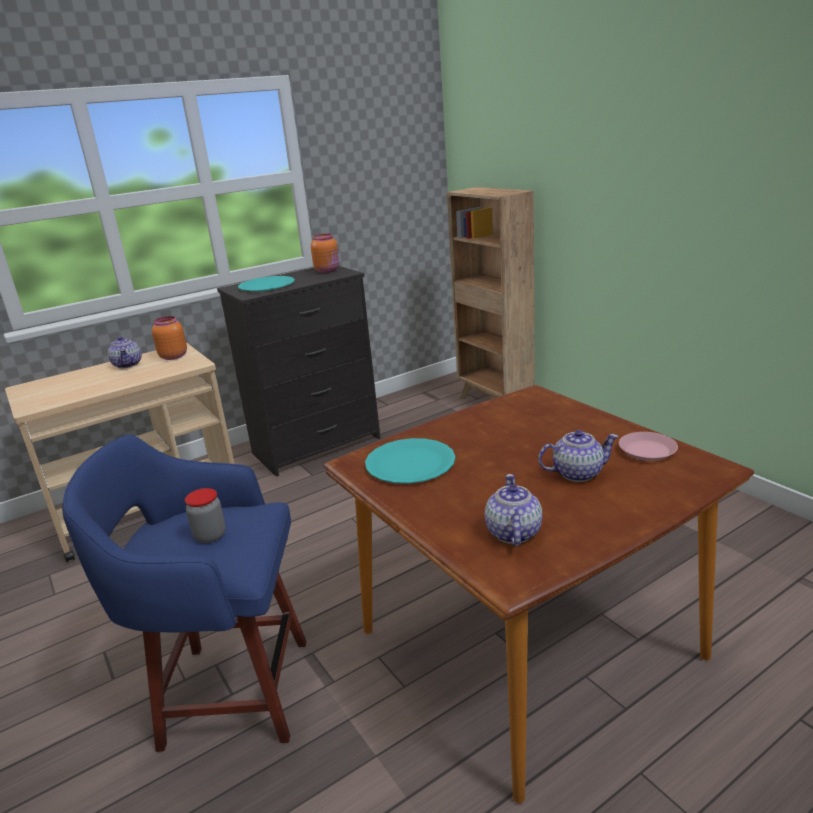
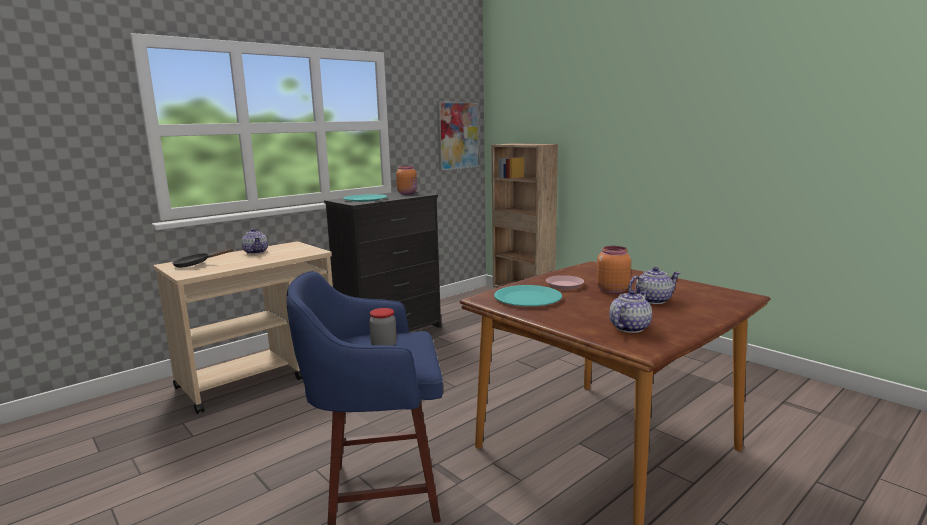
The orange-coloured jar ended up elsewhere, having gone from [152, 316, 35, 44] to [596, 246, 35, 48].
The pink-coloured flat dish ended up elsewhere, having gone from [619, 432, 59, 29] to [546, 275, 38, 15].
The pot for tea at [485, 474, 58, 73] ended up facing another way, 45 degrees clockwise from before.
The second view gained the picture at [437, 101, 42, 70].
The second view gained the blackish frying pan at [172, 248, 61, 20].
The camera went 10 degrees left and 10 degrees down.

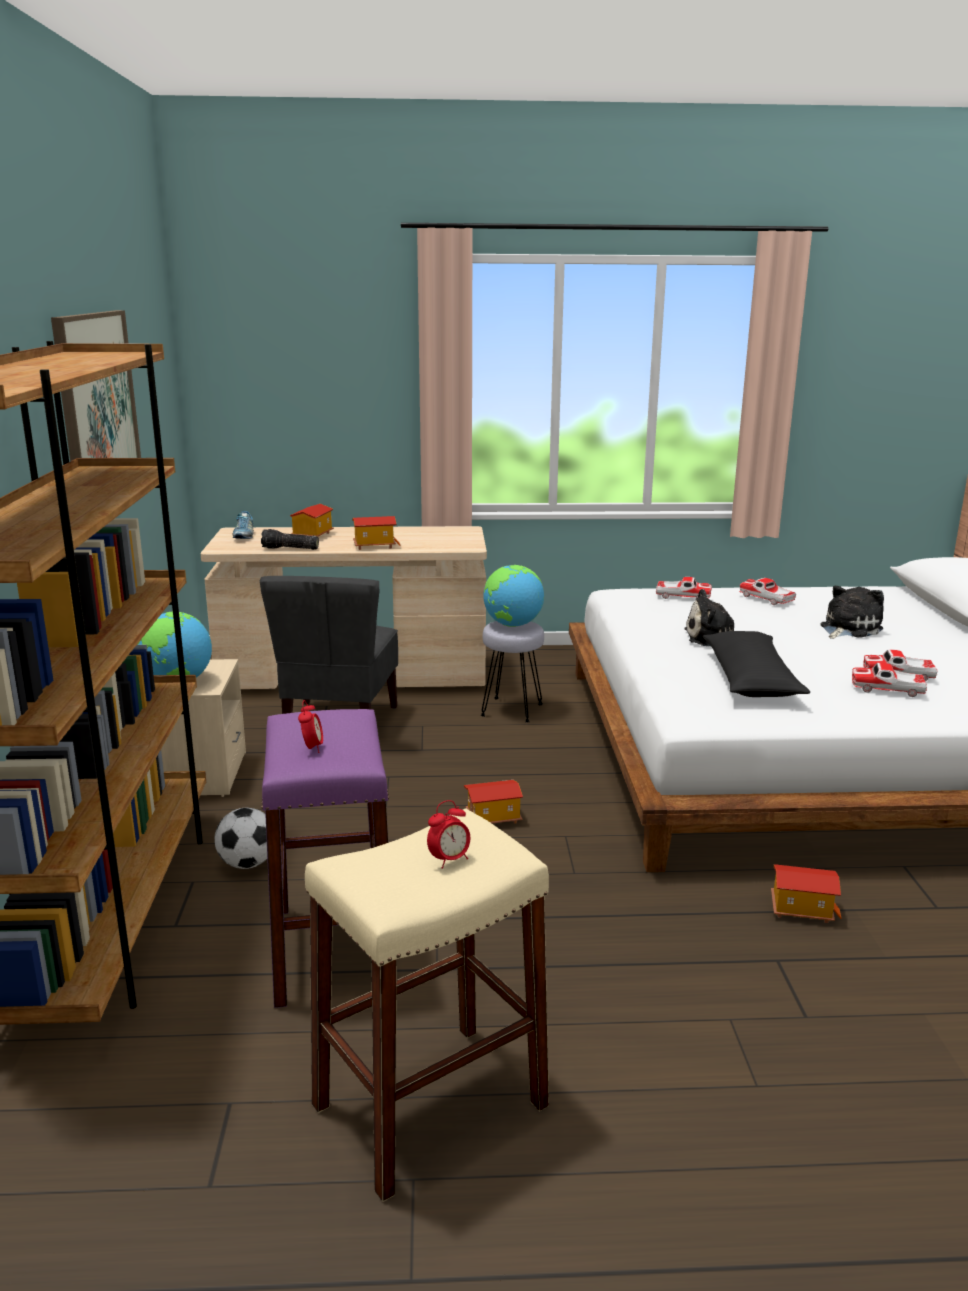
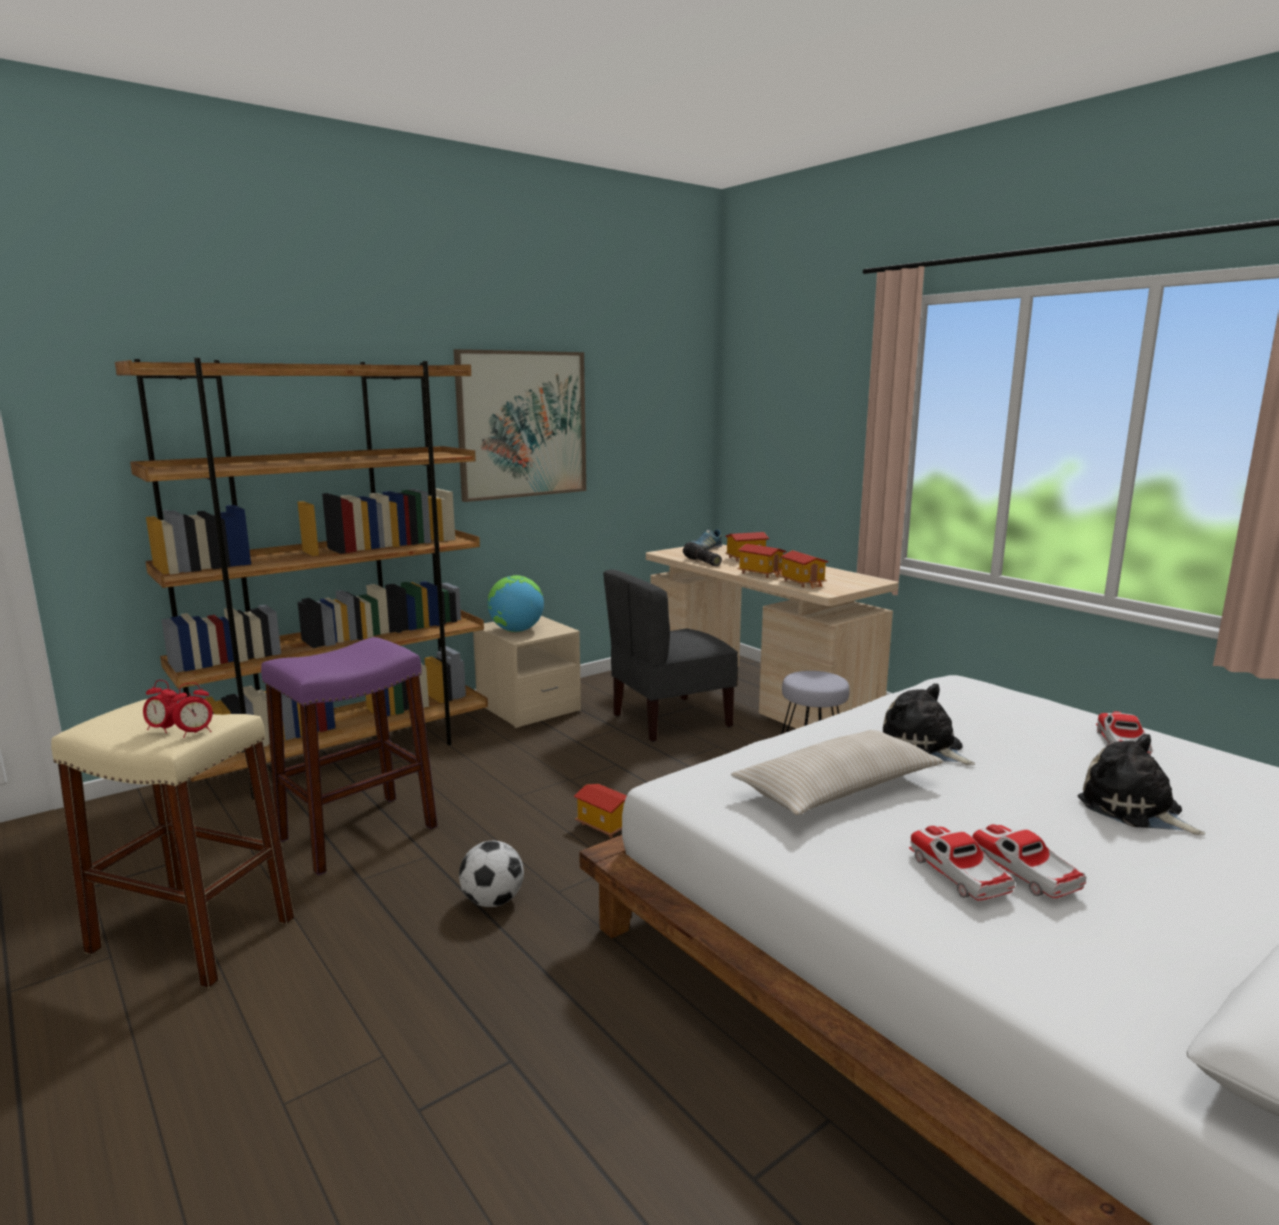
The second view lost the world globe at [483, 565, 61, 62].
The second view lost the miniature car at [656, 577, 56, 22].
The soft toy at [820, 586, 64, 53] ended up facing another way, 135 degrees counterclockwise from before.
What was the blackish cushion at [703, 631, 107, 66] turned into the beige cushion at [731, 730, 212, 85].
The table clock ended up elsewhere, having gone from [298, 700, 25, 53] to [172, 682, 41, 56].
The football ball ended up elsewhere, having gone from [214, 808, 53, 61] to [459, 841, 65, 66].
The model house ended up elsewhere, having gone from [771, 864, 71, 59] to [779, 550, 50, 38].
The camera went 55 degrees right and 5 degrees down.

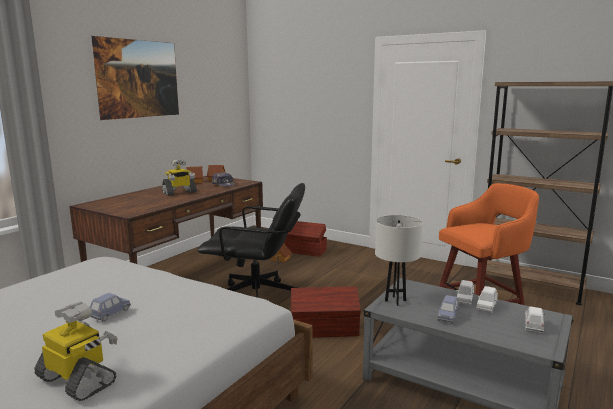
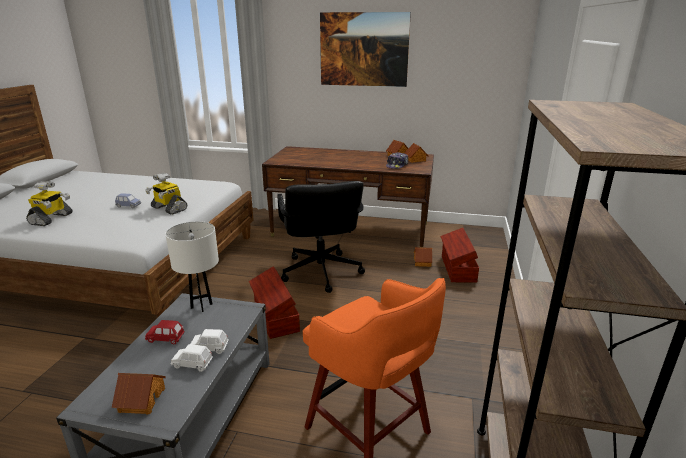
The robot figure ended up elsewhere, having gone from [162, 159, 35, 37] to [145, 173, 43, 42].
What was the blue miniature car at [437, 295, 22, 29] turned into the reddish miniature car at [145, 320, 40, 24].
Where the whitish miniature car stood at [524, 306, 21, 28], the model house came to stand at [112, 373, 54, 42].
The camera went 70 degrees right and 10 degrees up.

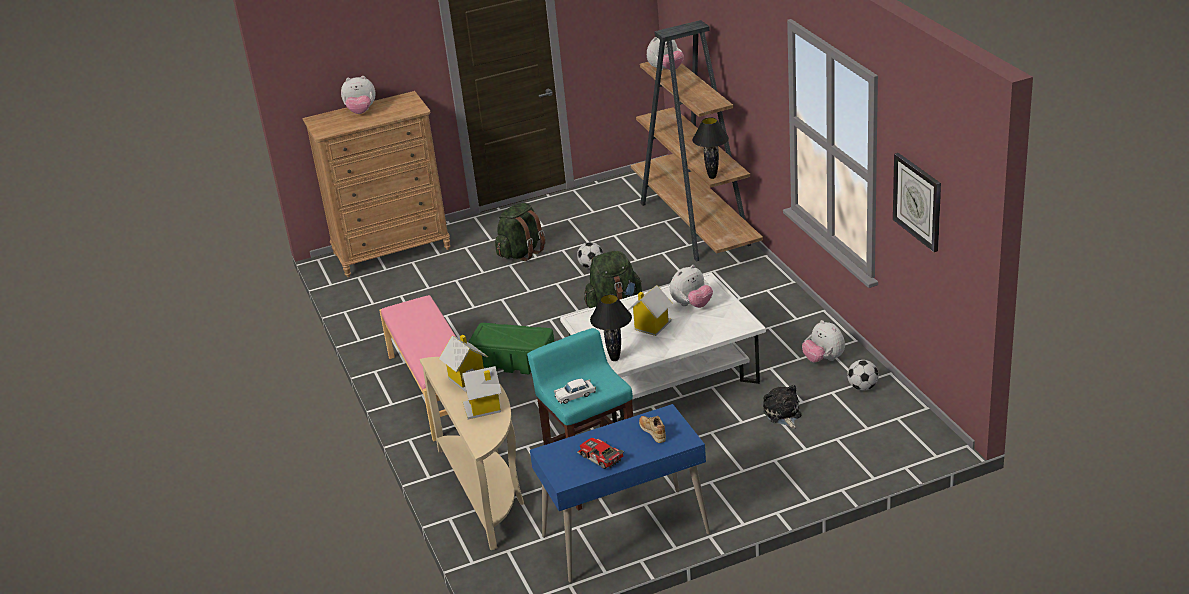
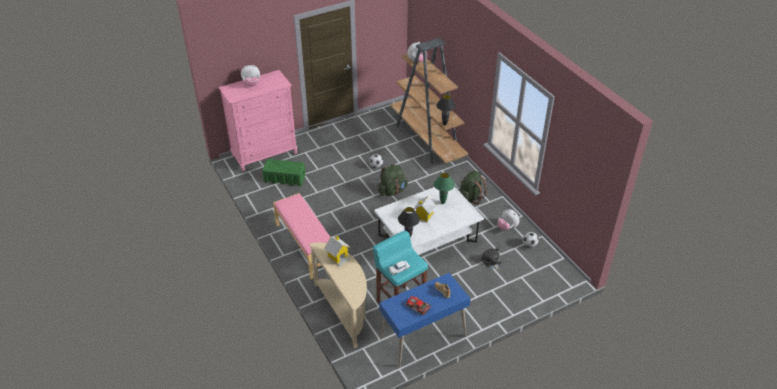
What was the brownish dresser at [303, 91, 147, 186] turned into the pink-coloured dresser at [219, 70, 78, 101].
The second view lost the wall clock at [893, 153, 48, 99].
The green backpack ended up elsewhere, having gone from [495, 203, 50, 58] to [460, 171, 27, 33].
Where the soft toy stood at [670, 265, 43, 43], the green lamp for a table came to stand at [434, 173, 21, 31].
The green storage bin ended up elsewhere, having gone from [468, 323, 86, 51] to [262, 159, 44, 27].
The second view lost the model house at [462, 366, 40, 53].
The camera went 10 degrees left and 10 degrees up.

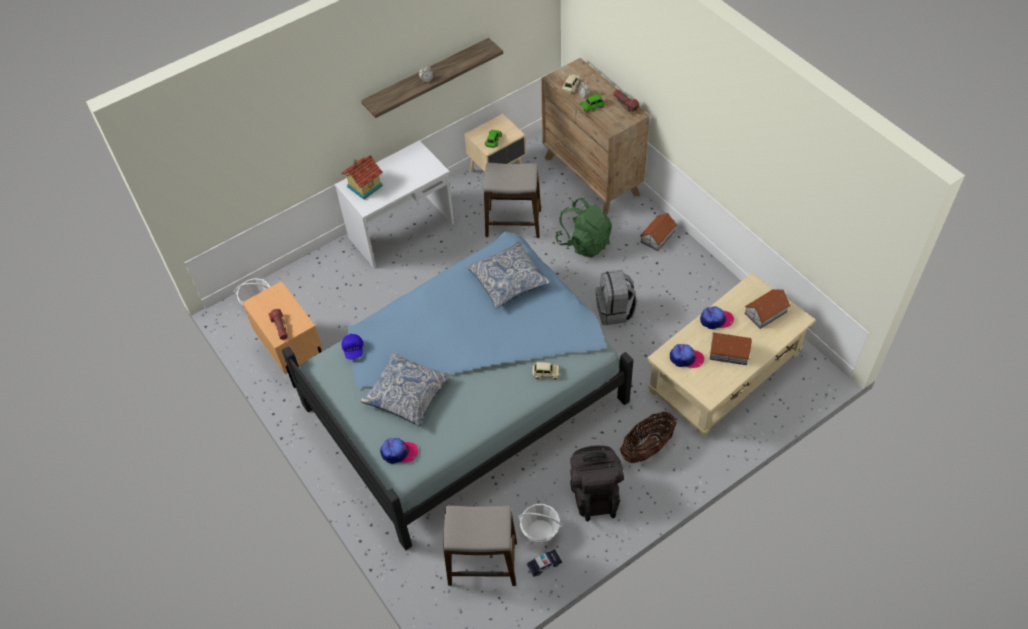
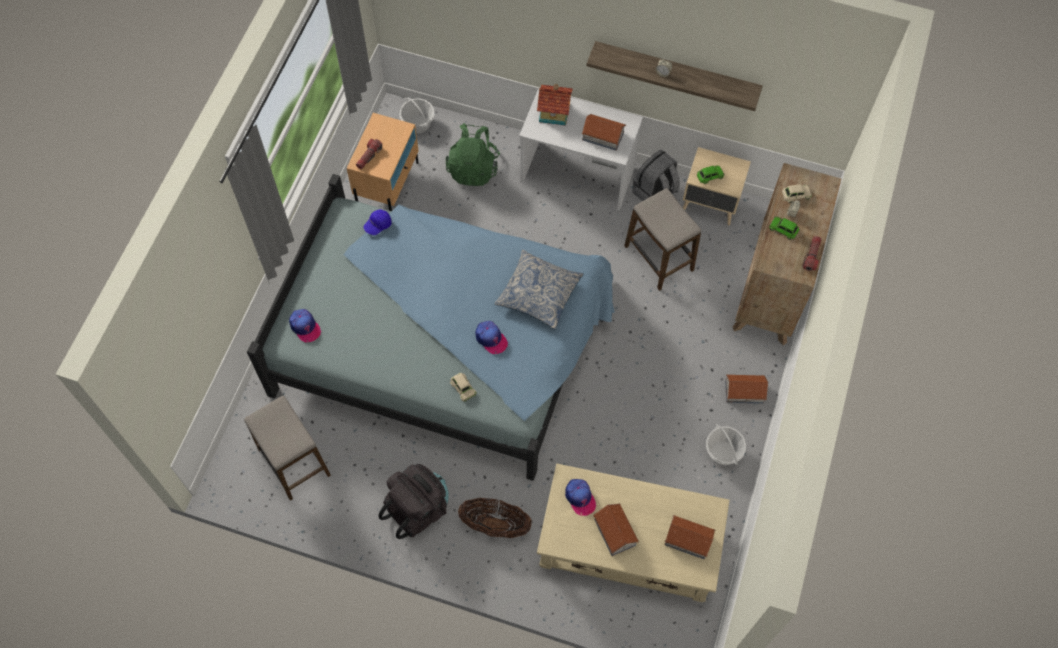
The green backpack ended up elsewhere, having gone from [555, 198, 57, 60] to [446, 123, 54, 63].
The greyish backpack ended up elsewhere, having gone from [596, 270, 41, 55] to [633, 149, 47, 52].
The peaked cap ended up elsewhere, having gone from [700, 306, 34, 23] to [475, 321, 33, 33].
The second view lost the cushion at [360, 352, 92, 74].
The basket ended up elsewhere, having gone from [517, 504, 46, 40] to [706, 424, 40, 41].
The second view lost the miniature car at [527, 549, 35, 28].
The second view gained the model house at [582, 114, 44, 37].
The camera went 50 degrees right and 10 degrees up.

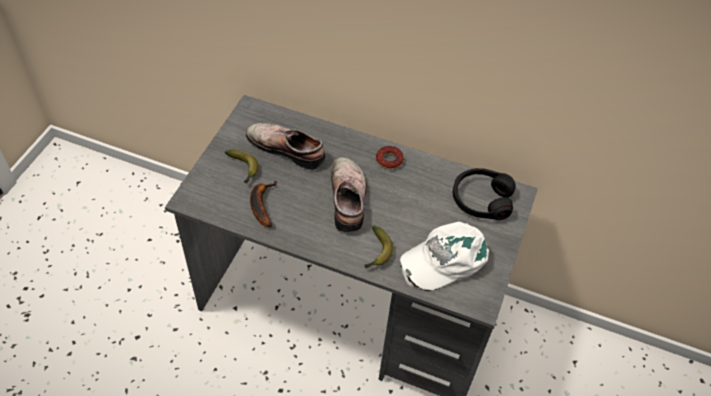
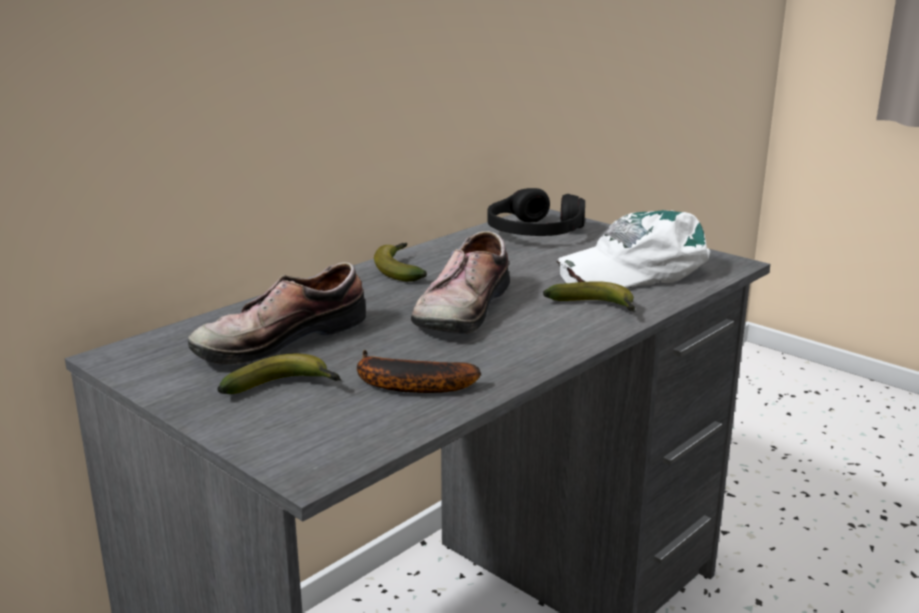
Where the donut stood at [376, 146, 28, 23], the banana came to stand at [374, 243, 53, 39].
The item of footwear at [331, 157, 35, 75] ended up facing another way, 90 degrees counterclockwise from before.
The whitish peaked cap at [400, 222, 89, 69] ended up facing another way, 75 degrees clockwise from before.
The camera went 65 degrees left and 30 degrees down.

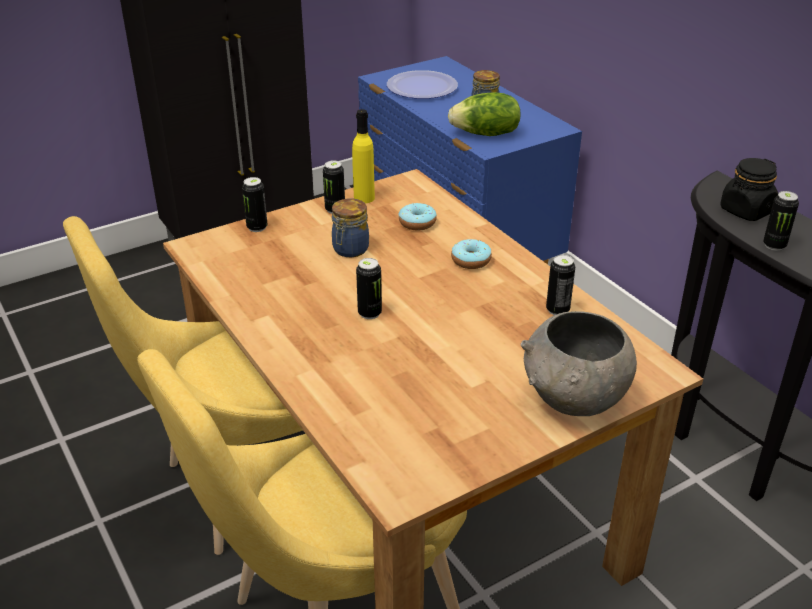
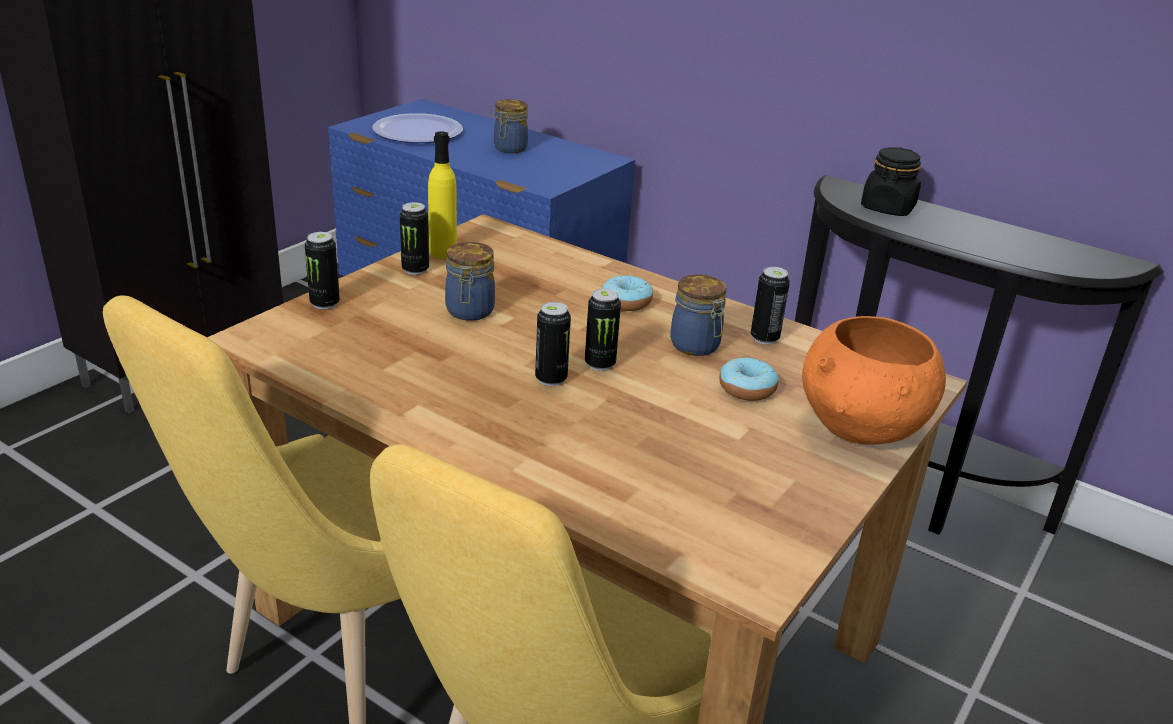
The second view lost the lettuce at [448, 92, 72, 44].
The metal can ended up elsewhere, having gone from [763, 191, 36, 60] to [585, 289, 36, 82].
The donut ended up elsewhere, having gone from [398, 203, 39, 27] to [719, 357, 59, 44].
What was the greyish serving bowl at [520, 311, 117, 105] turned into the orange-coloured serving bowl at [802, 316, 144, 129].
The second view gained the jar at [670, 274, 57, 82].
The camera went 25 degrees left and 5 degrees down.

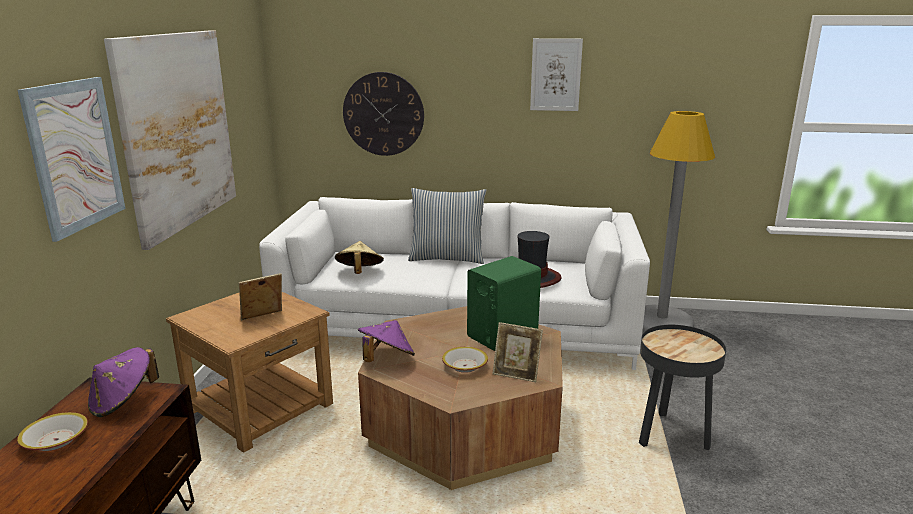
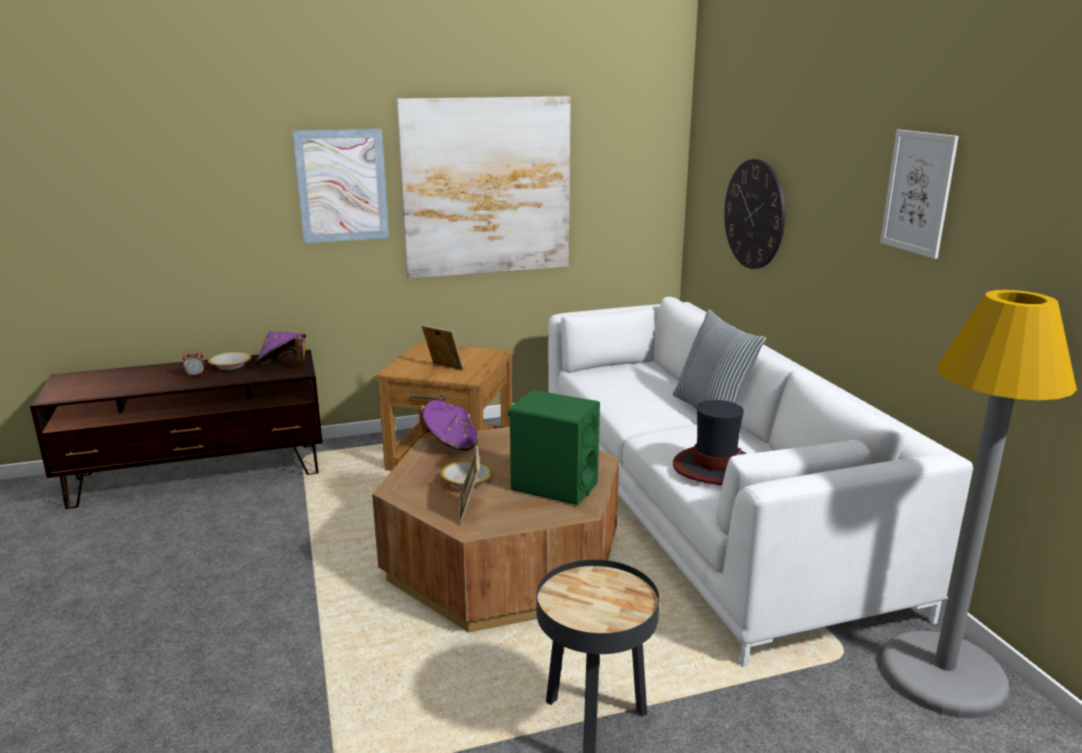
The second view lost the beige hat at [335, 241, 49, 33].
The second view gained the table clock at [182, 349, 22, 28].
The camera went 65 degrees right and 0 degrees up.

